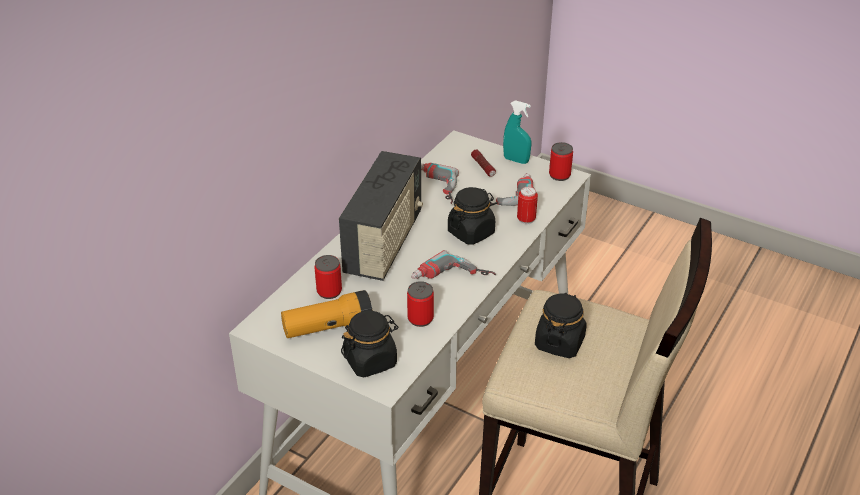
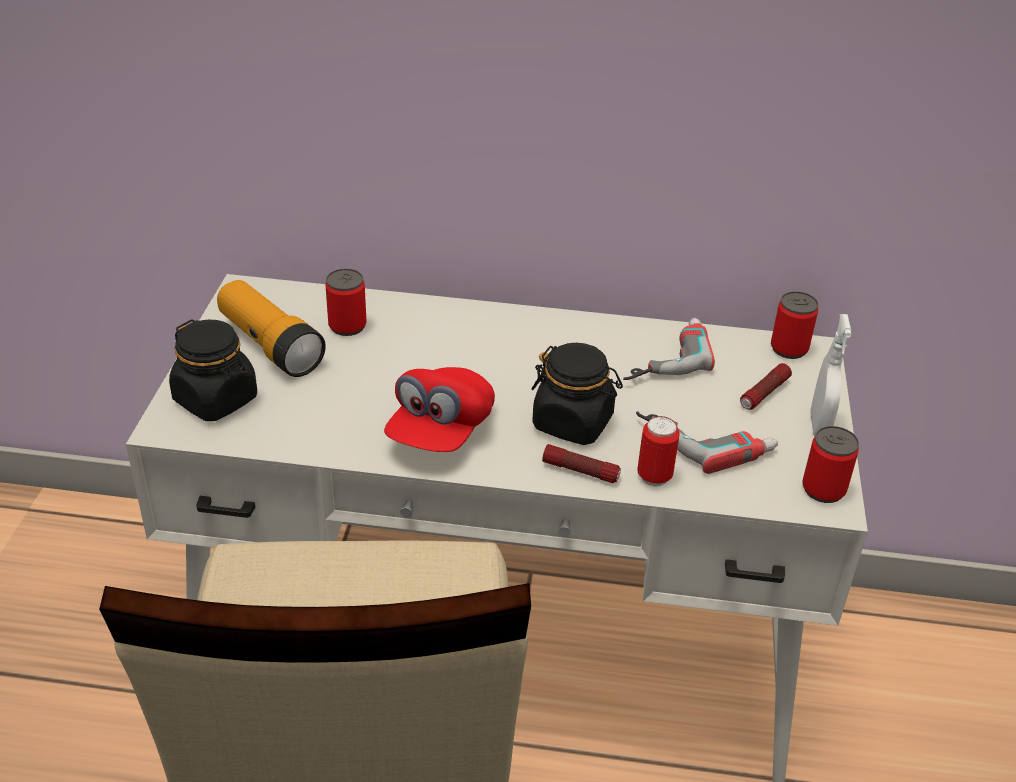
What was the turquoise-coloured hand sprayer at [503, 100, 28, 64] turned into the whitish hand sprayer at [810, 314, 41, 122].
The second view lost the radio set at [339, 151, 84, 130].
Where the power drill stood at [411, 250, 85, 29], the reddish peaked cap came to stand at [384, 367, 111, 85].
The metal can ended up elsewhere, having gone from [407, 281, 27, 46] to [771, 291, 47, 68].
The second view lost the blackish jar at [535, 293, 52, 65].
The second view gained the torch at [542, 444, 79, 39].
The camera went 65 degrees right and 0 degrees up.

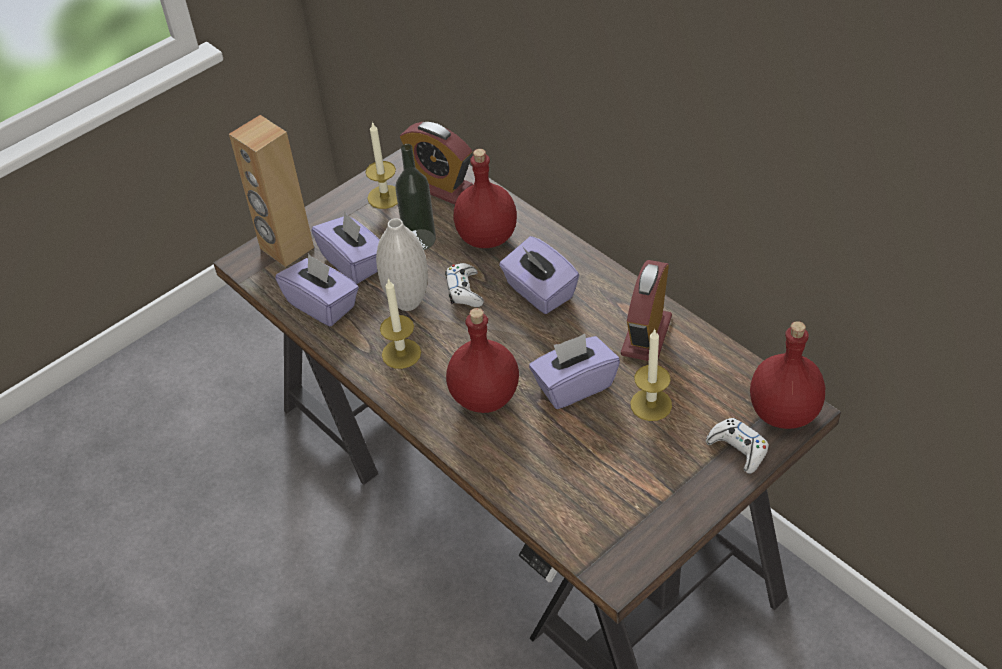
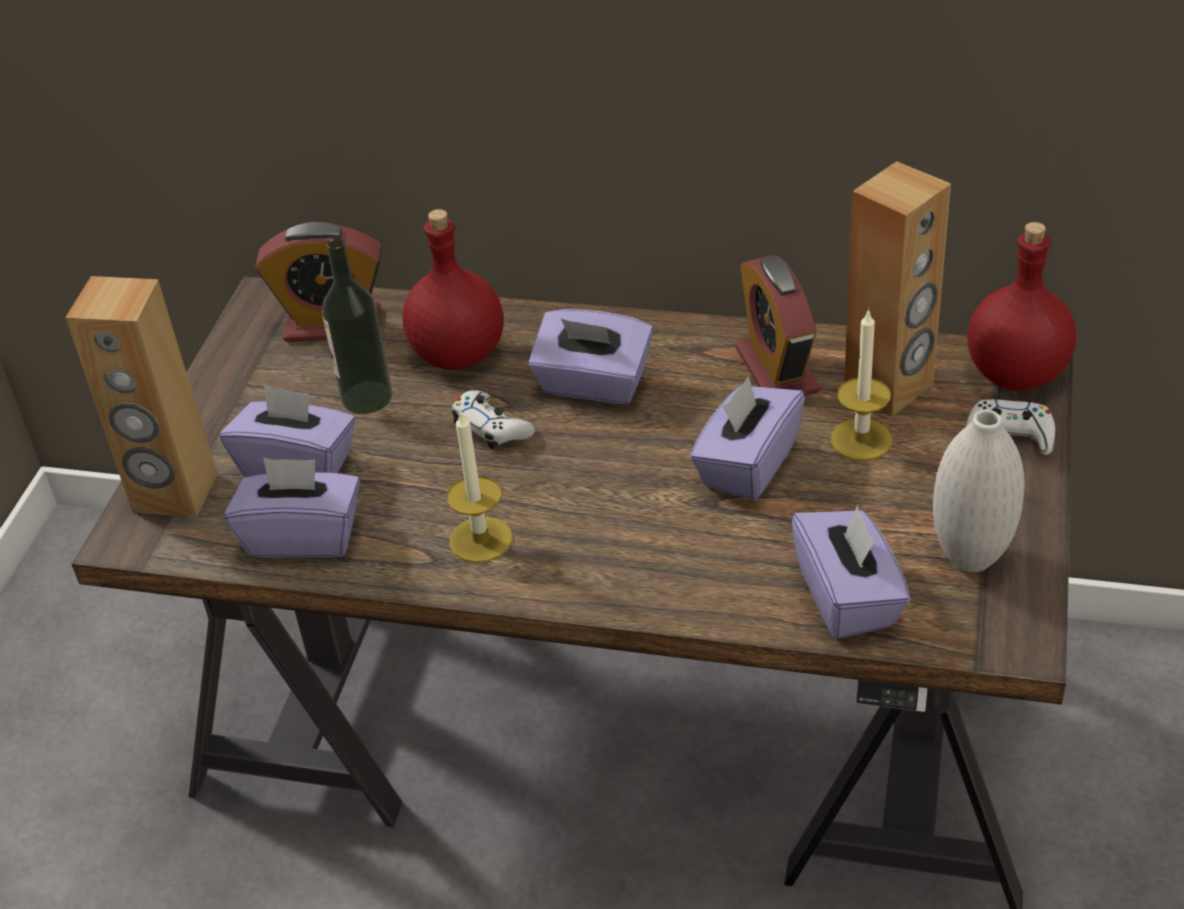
The second view lost the wax light at [365, 121, 33, 88].
The whitish flower vase ended up elsewhere, having gone from [376, 218, 52, 93] to [933, 410, 92, 162].
The second view lost the reddish bottle at [446, 308, 73, 105].
The second view gained the brownish speaker at [844, 161, 107, 256].
The second view gained the purple box of tissues at [791, 505, 119, 134].
The camera went 35 degrees left and 5 degrees down.

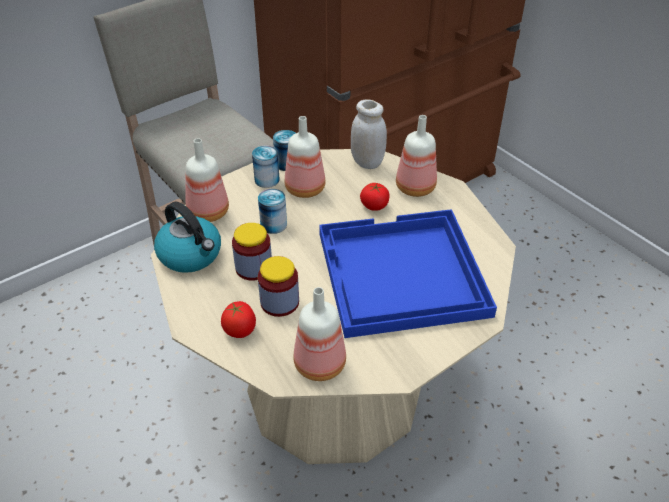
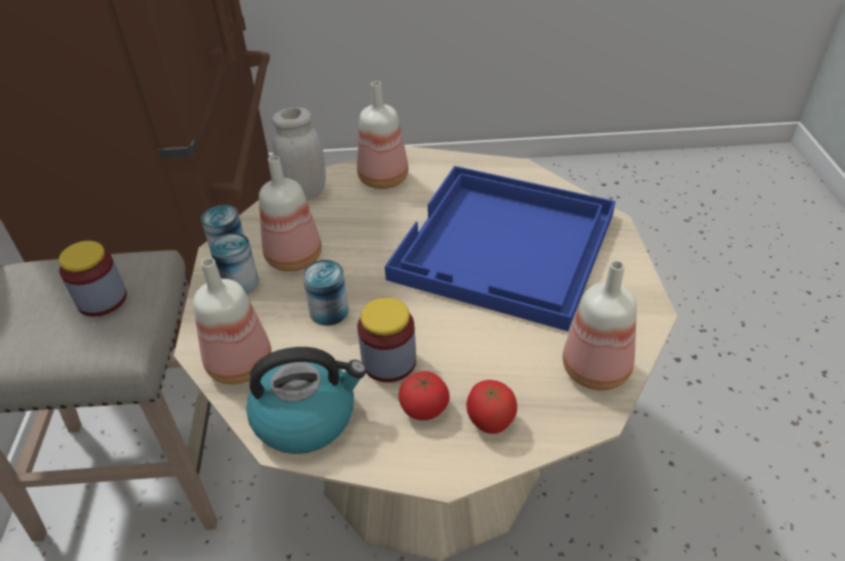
The tomato ended up elsewhere, having gone from [360, 183, 30, 28] to [398, 371, 52, 49].
The jar ended up elsewhere, having gone from [258, 256, 41, 61] to [58, 241, 69, 76].
The camera went 55 degrees left and 0 degrees up.

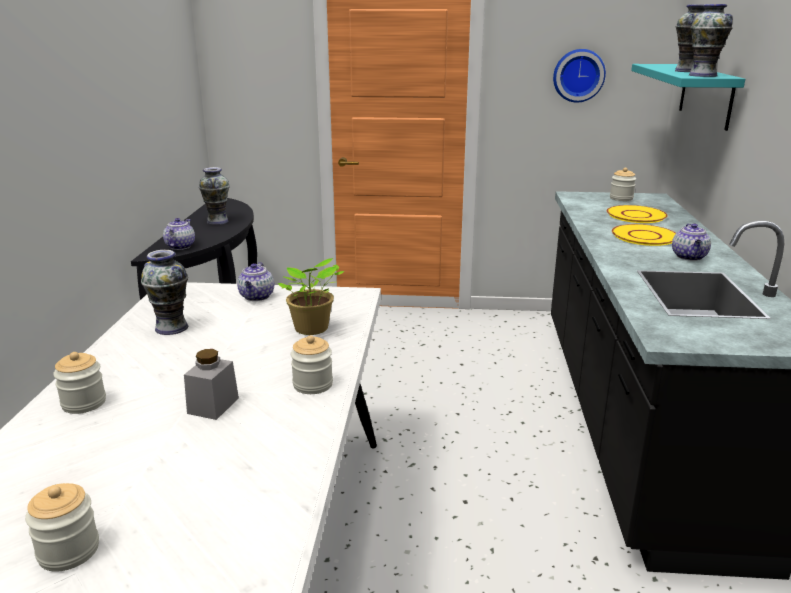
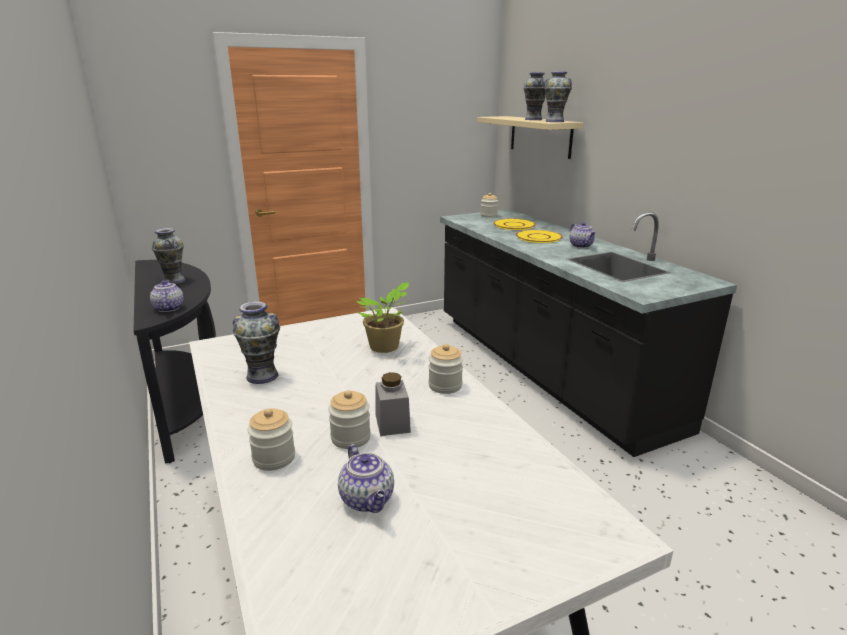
The second view lost the wall clock at [553, 49, 53, 54].
What was the turquoise-coloured bracket shelf at [631, 64, 114, 67] turned into the beige bracket shelf at [477, 116, 106, 43].
The pot for tea ended up elsewhere, having gone from [237, 262, 37, 39] to [338, 444, 56, 69].
The jar ended up elsewhere, having gone from [25, 483, 74, 88] to [328, 390, 43, 59].
The camera went 30 degrees left and 0 degrees up.

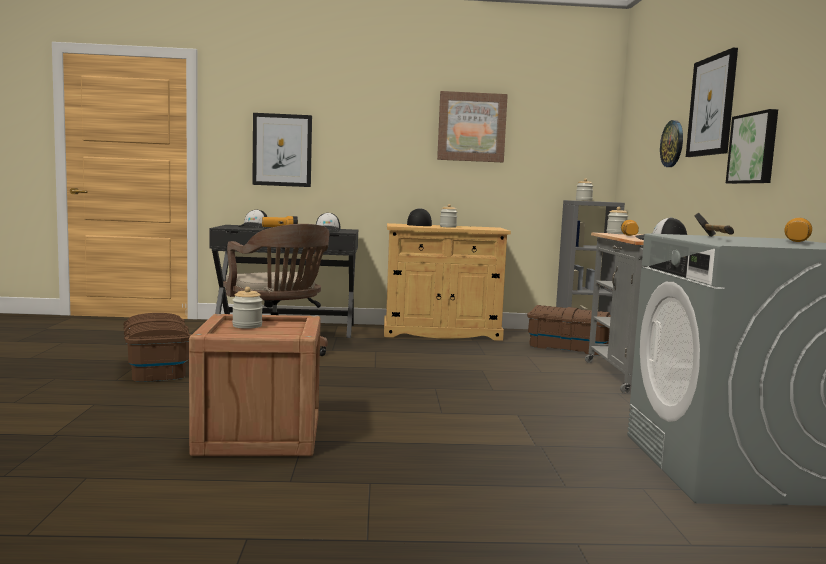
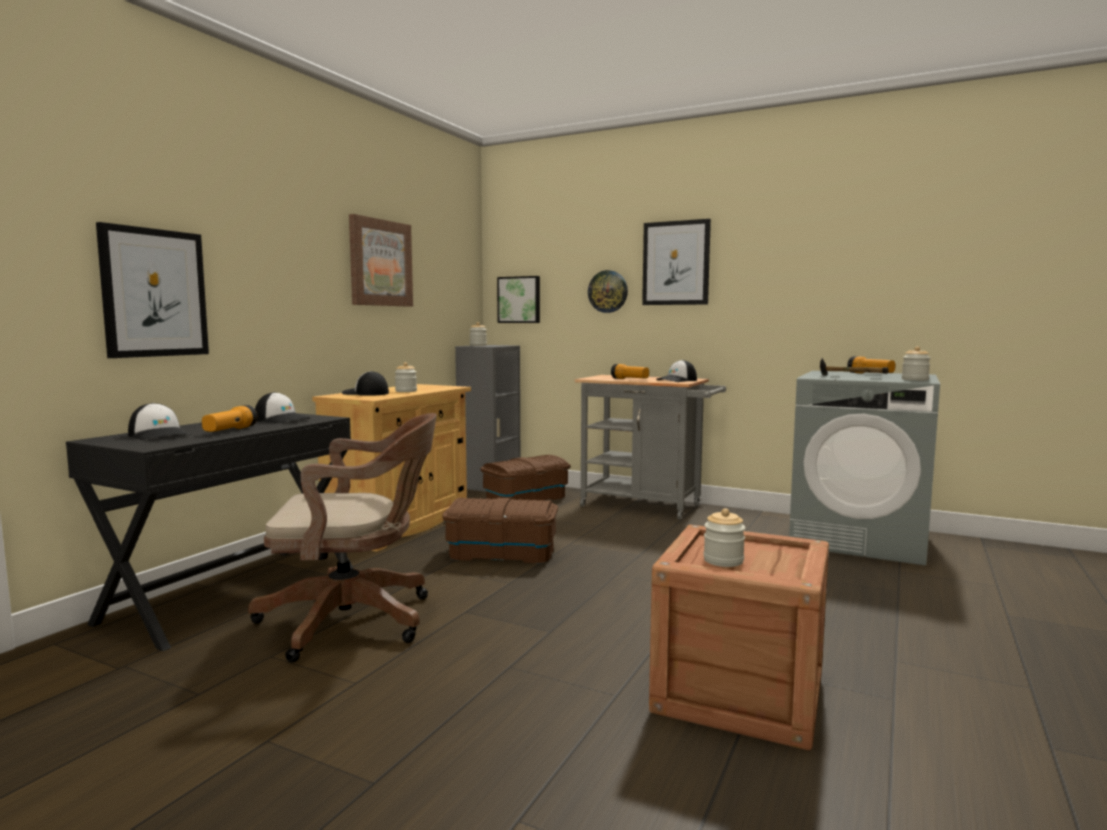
The picture ended up elsewhere, having gone from [726, 109, 52, 75] to [497, 276, 43, 47].
The jar ended up elsewhere, having gone from [607, 207, 21, 27] to [902, 346, 28, 35].
The brownish storage bin ended up elsewhere, having gone from [123, 313, 69, 69] to [442, 498, 116, 66].
The camera went 60 degrees left and 0 degrees up.

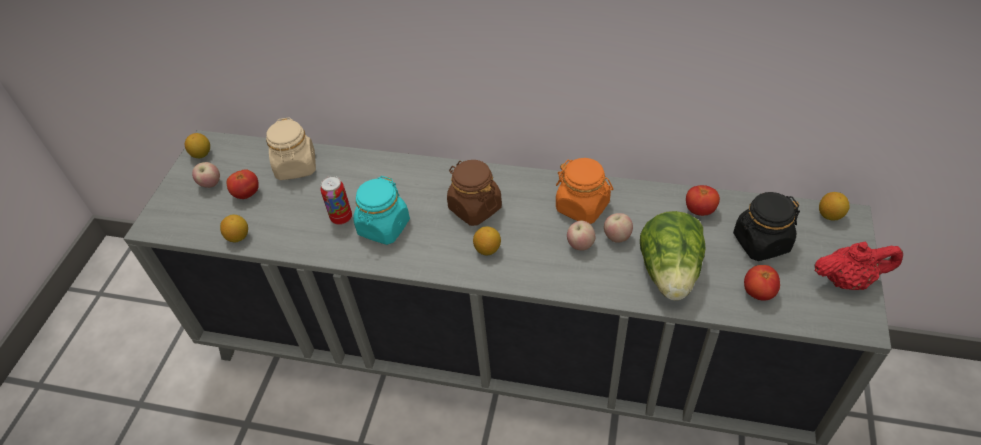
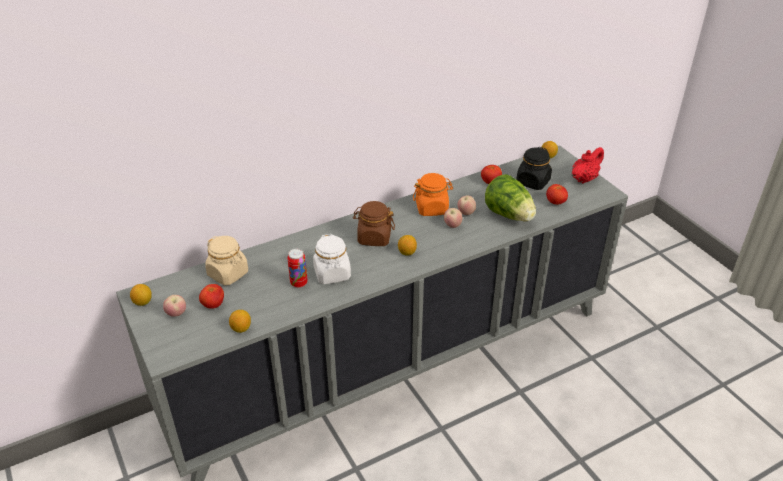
What was the turquoise-coloured jar at [353, 176, 57, 69] turned into the whitish jar at [313, 234, 38, 50].
The camera went 45 degrees left and 10 degrees down.

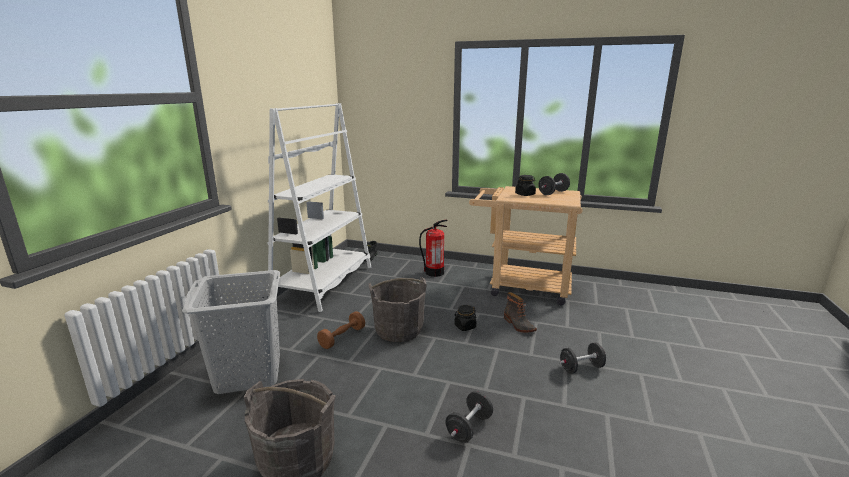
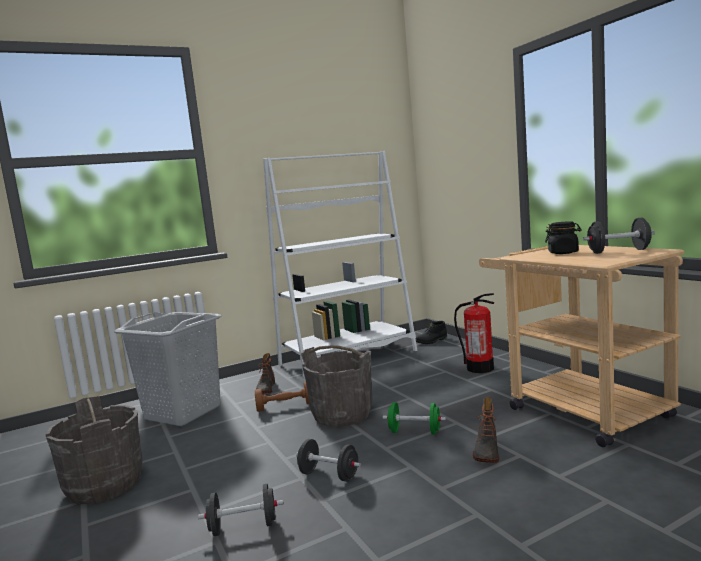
Where the blackish jar stood at [454, 305, 22, 26], the green hand weight came to stand at [383, 402, 63, 33].
The blackish hand weight ended up elsewhere, having gone from [559, 342, 47, 32] to [296, 439, 65, 43].
The second view gained the tall boot at [256, 353, 19, 40].
The camera went 45 degrees right and 10 degrees down.

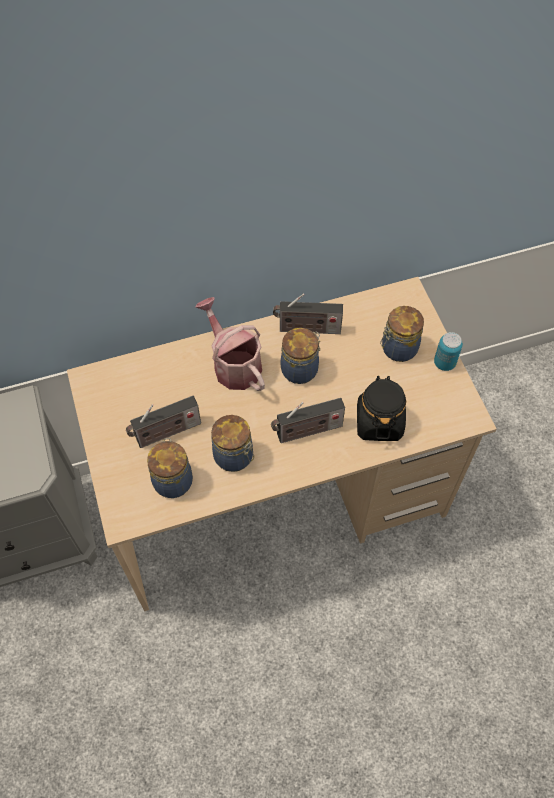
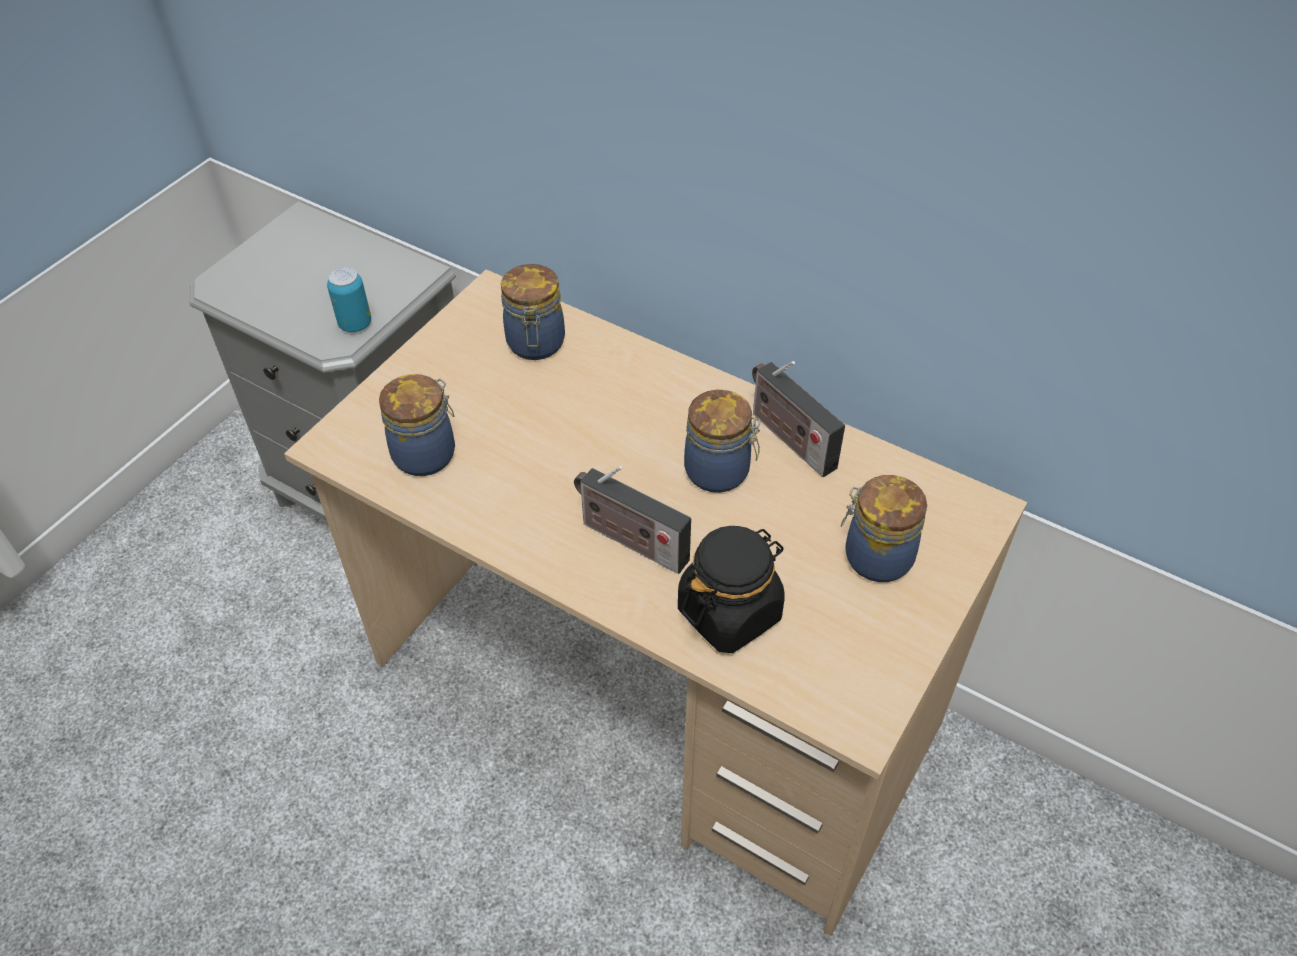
The second view lost the watering can at [195, 297, 70, 94].
The metal can ended up elsewhere, having gone from [434, 332, 29, 39] to [327, 267, 44, 65].
The second view lost the radio set at [126, 396, 75, 52].
The jar ended up elsewhere, having gone from [211, 415, 43, 57] to [501, 264, 64, 96].
The camera went 50 degrees right and 10 degrees down.

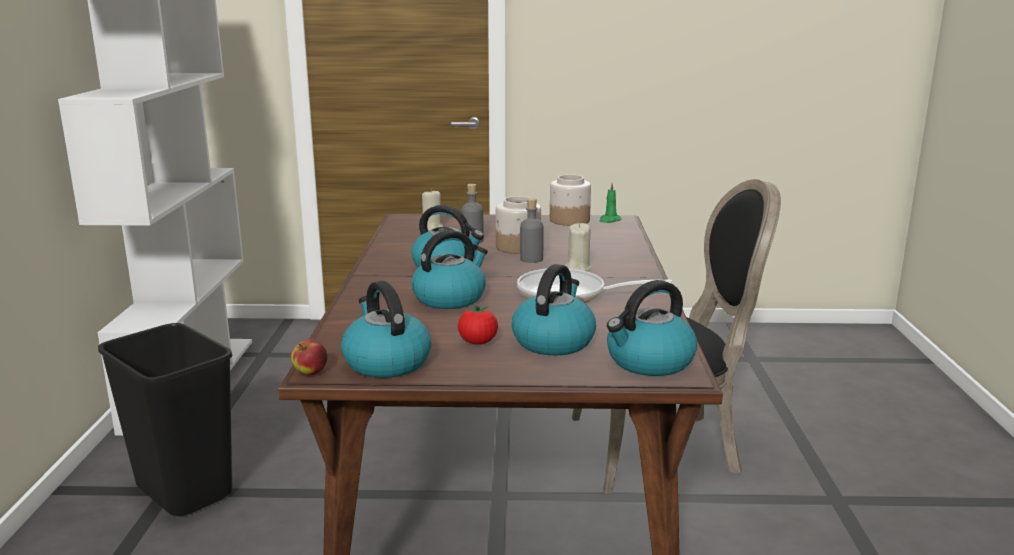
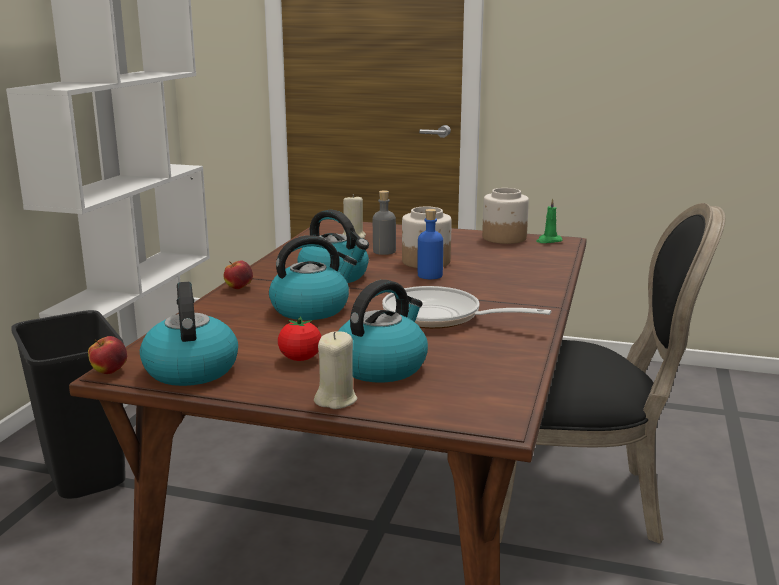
What was the greyish bottle at [520, 198, 24, 65] turned into the blue bottle at [418, 209, 25, 70].
The beige wax light ended up elsewhere, having gone from [565, 223, 27, 48] to [314, 331, 43, 78].
The second view lost the kettle at [607, 280, 90, 96].
The second view gained the apple at [224, 261, 29, 28].
The camera went 15 degrees right and 0 degrees up.

